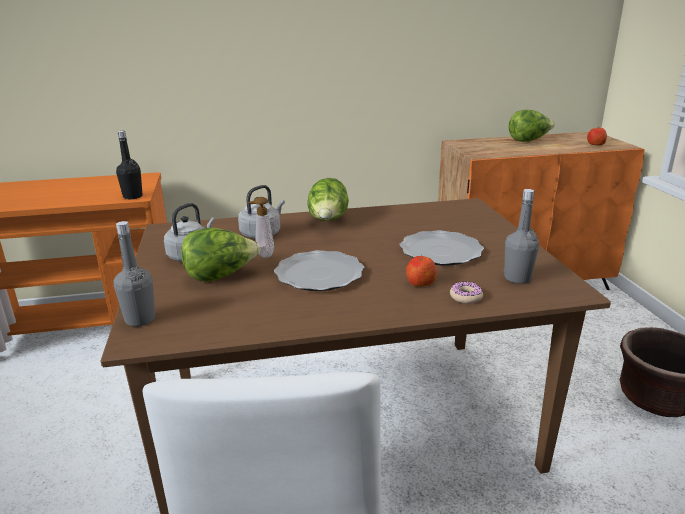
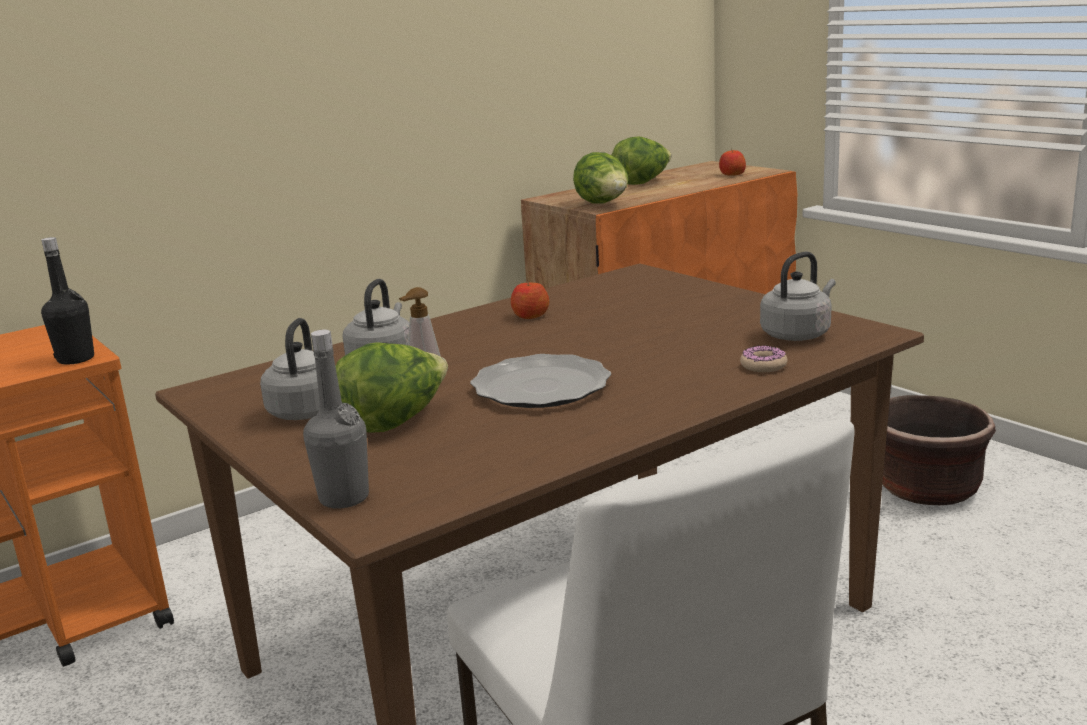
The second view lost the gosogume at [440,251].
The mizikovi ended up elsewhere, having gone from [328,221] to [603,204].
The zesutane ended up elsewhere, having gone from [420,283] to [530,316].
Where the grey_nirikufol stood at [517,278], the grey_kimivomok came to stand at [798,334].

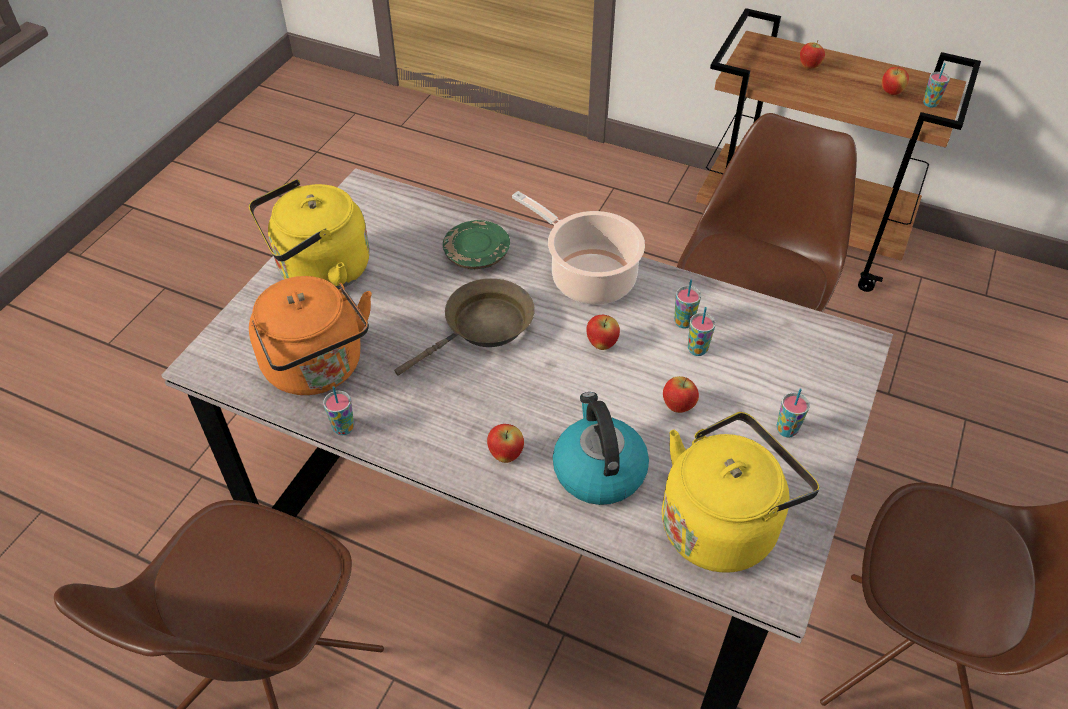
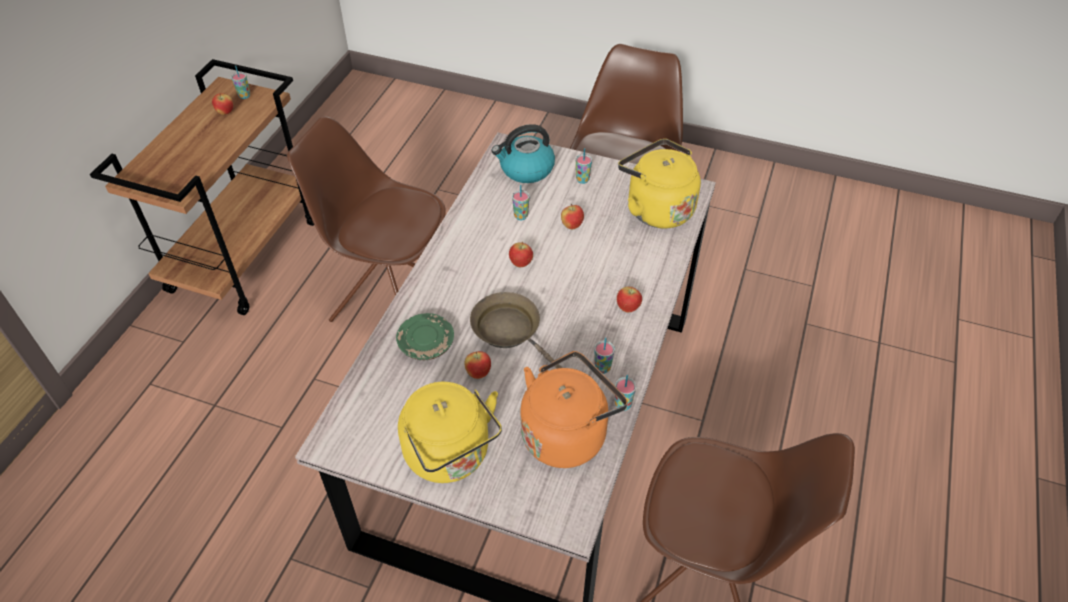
The second view lost the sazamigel at [588,276].
The kimivomok ended up elsewhere, having gone from [598,470] to [526,169].
The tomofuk ended up elsewhere, having gone from [683,322] to [602,368].
The zesutane ended up elsewhere, having gone from [809,67] to [478,373].

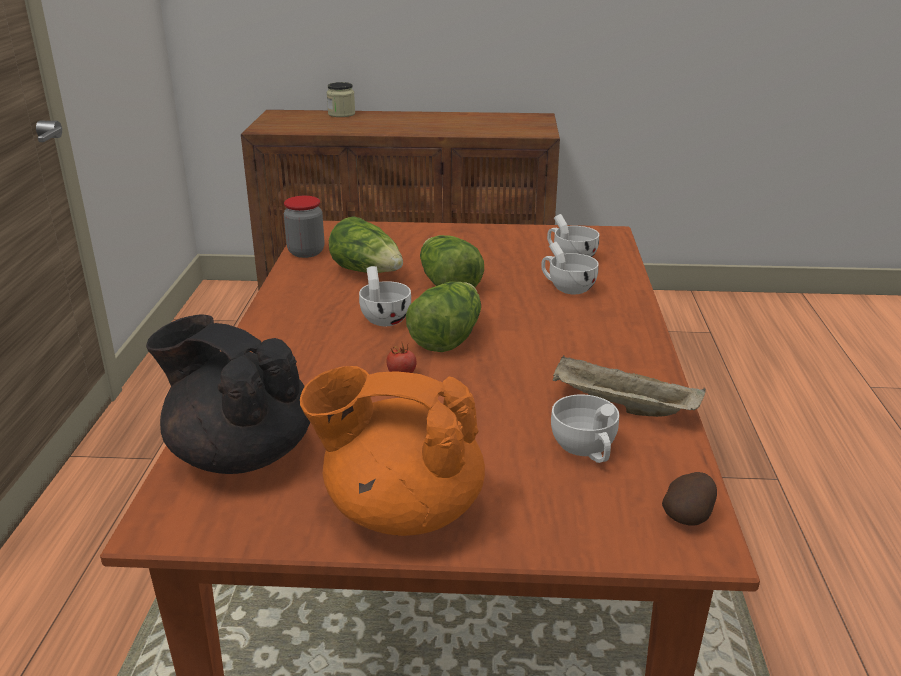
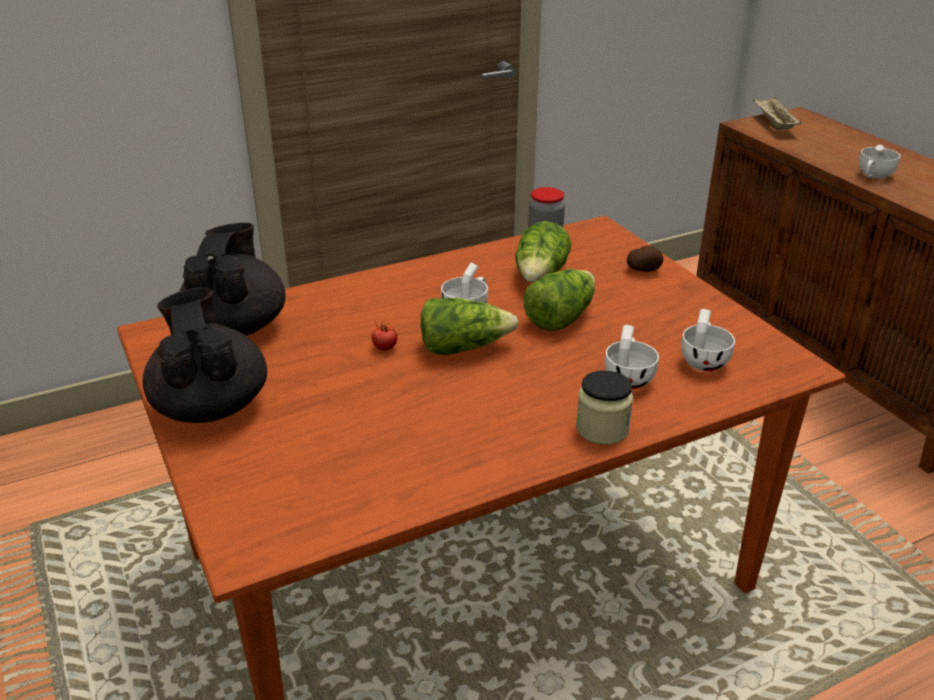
The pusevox ended up elsewhere, having gone from [341,114] to [602,429].
The white_tomofuk ended up elsewhere, having gone from [586,450] to [873,176].
The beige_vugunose ended up elsewhere, having gone from [621,407] to [773,124].
The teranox ended up elsewhere, having gone from [689,515] to [643,270].
What was the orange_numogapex at [401,509] turned into the black_numogapex at [210,405].

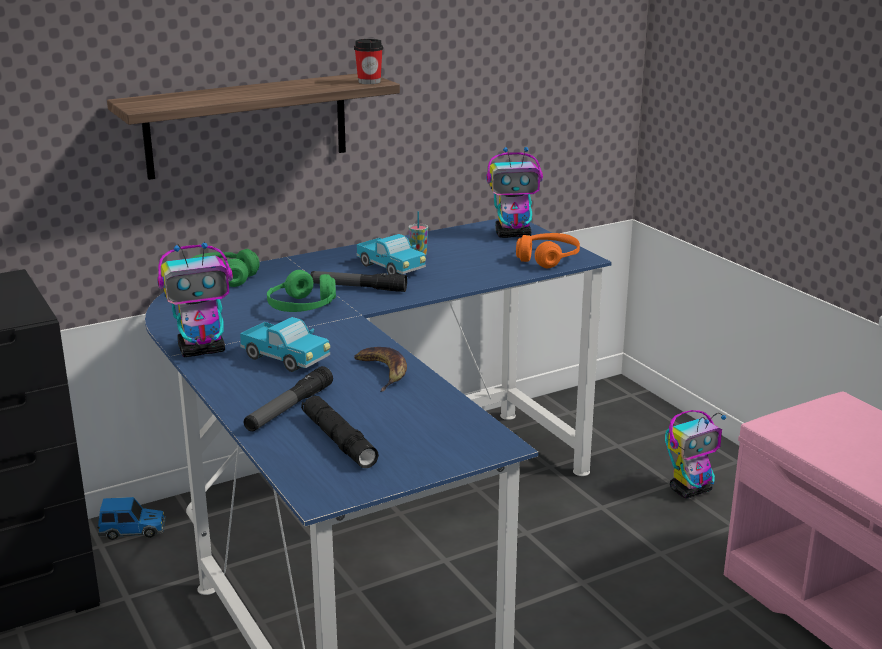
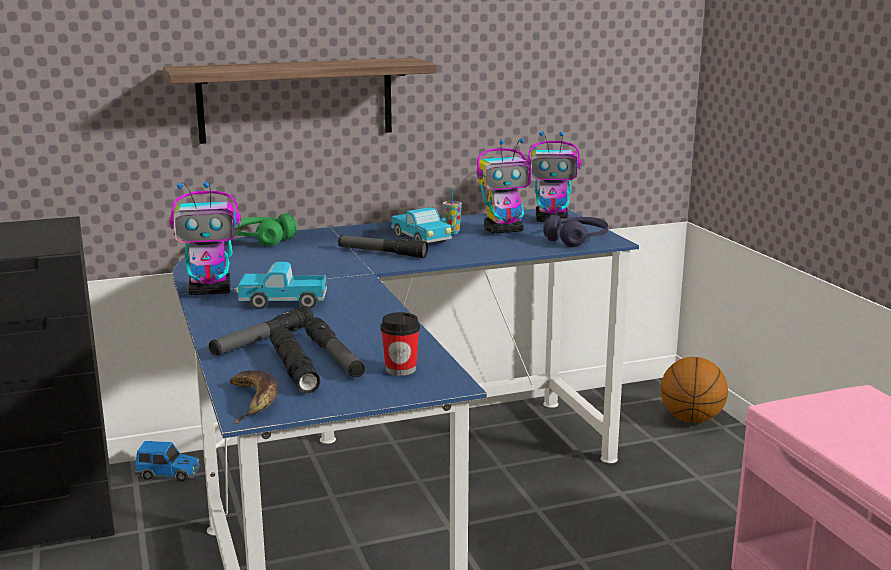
The second view lost the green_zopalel at [302,307].
The second view gained the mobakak at [335,357].
The second view gained the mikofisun at [691,419].
The tomofuk ended up elsewhere, having gone from [369,82] to [400,369].
The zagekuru ended up elsewhere, having gone from [383,372] to [253,401].
The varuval ended up elsewhere, having gone from [691,490] to [504,231].
What was the orange_zopalel at [548,259] turned into the purple_zopalel at [576,240].
The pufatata at [286,359] ended up facing another way, 135 degrees clockwise from before.

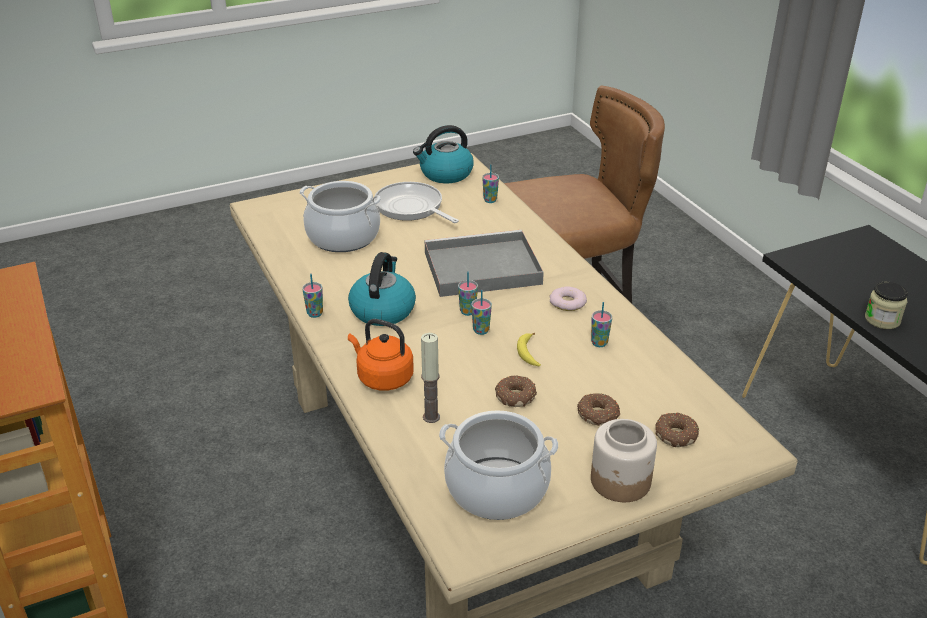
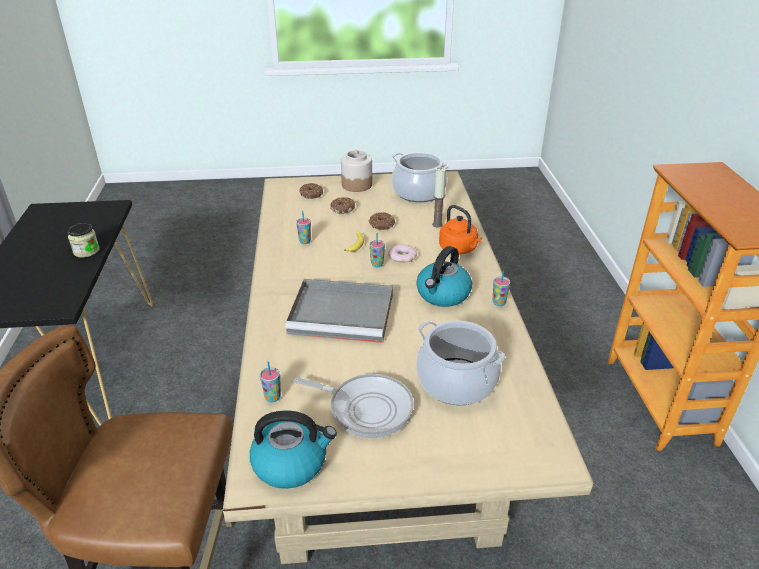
The second view lost the tomofuk at [467,312].
The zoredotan ended up elsewhere, having gone from [567,302] to [402,256].
The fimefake at [411,208] ended up facing another way, 45 degrees counterclockwise from before.

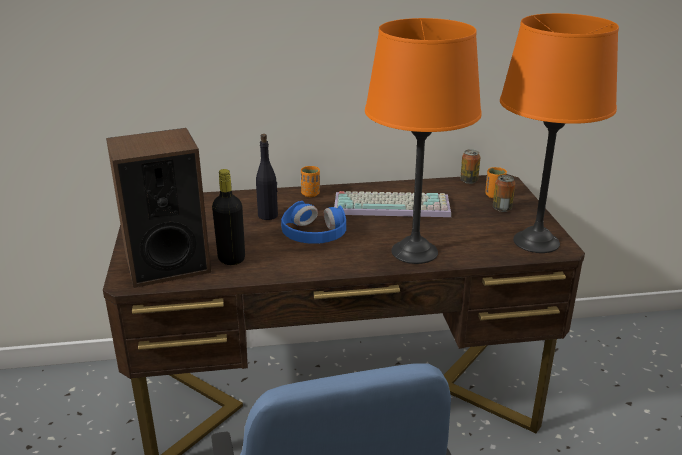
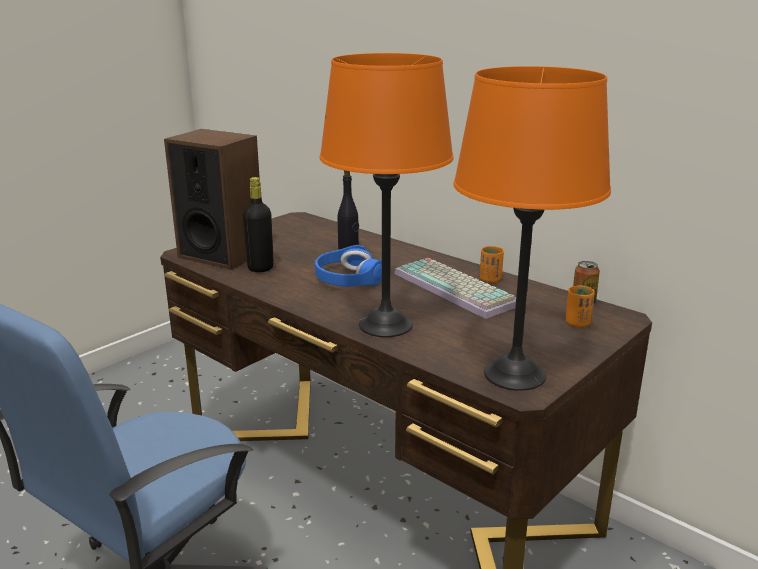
The second view lost the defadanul at [502,208].
The orange_tomofuk ended up elsewhere, having gone from [310,194] to [490,279].

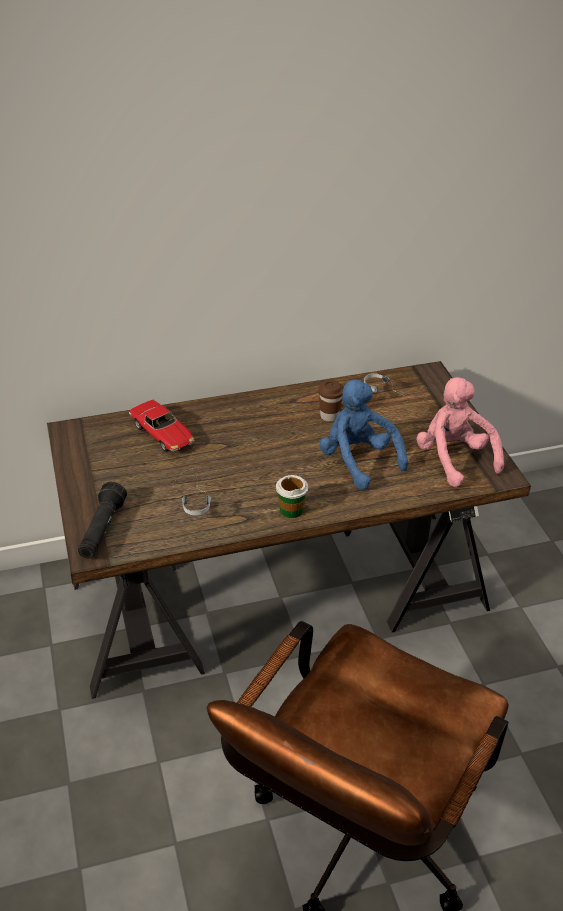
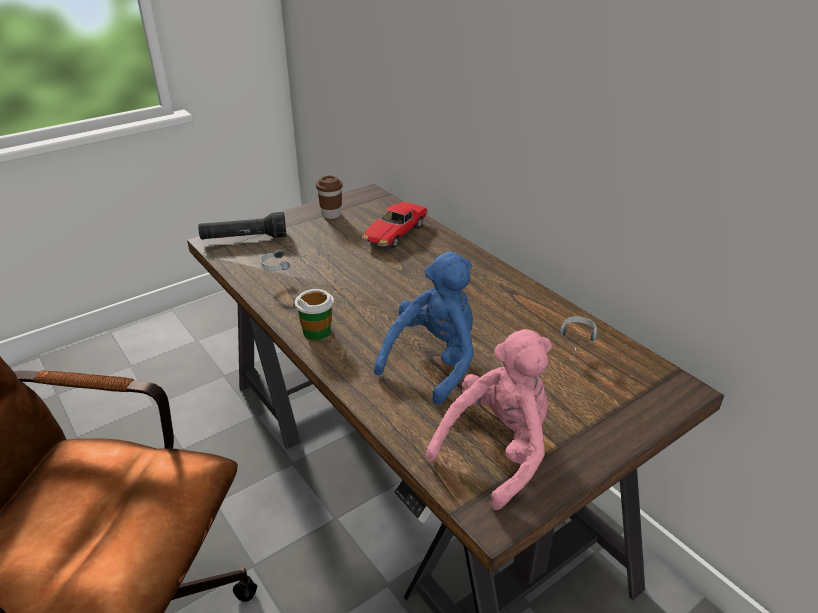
The brown_tomofuk ended up elsewhere, having gone from [329,416] to [331,215].

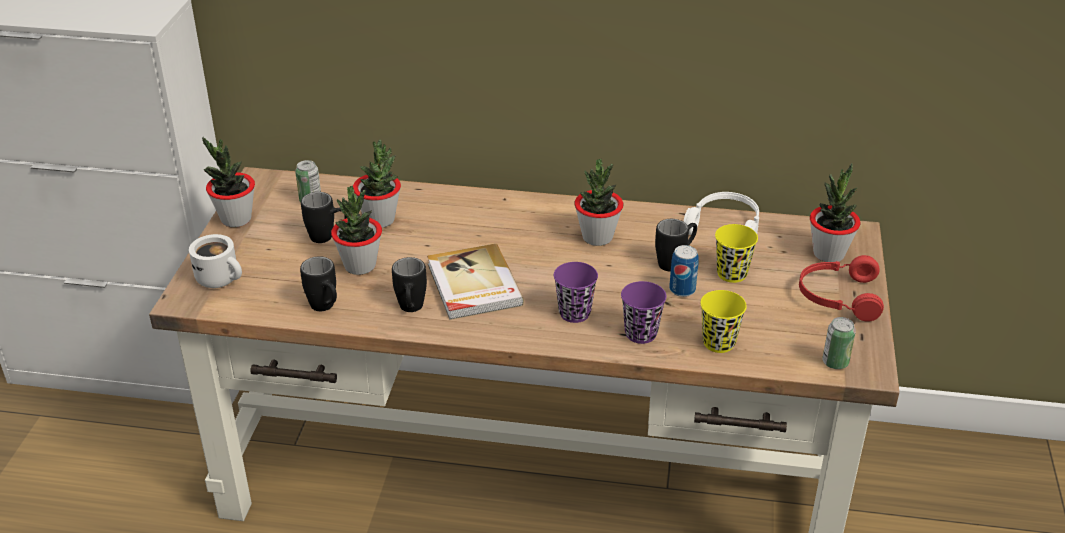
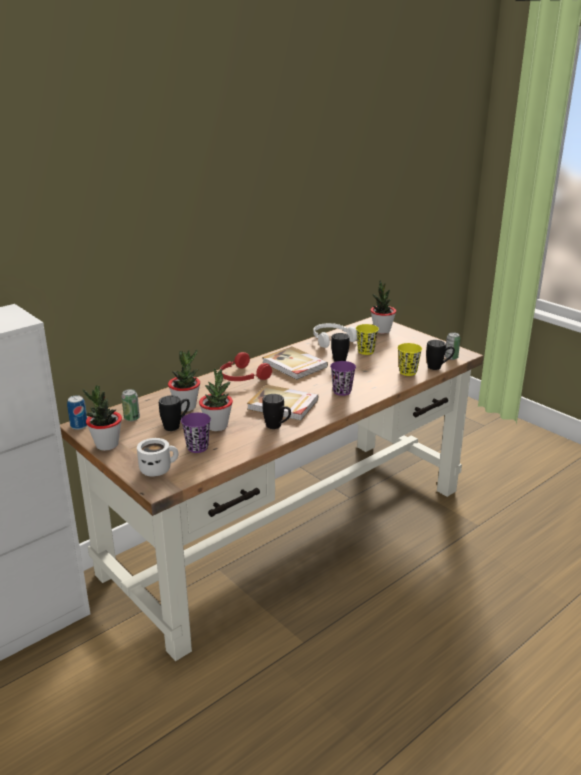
The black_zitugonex ended up elsewhere, having gone from [326,308] to [438,367].
The purple_tomofuk ended up elsewhere, having gone from [641,333] to [197,447].
The defadanul ended up elsewhere, having gone from [682,290] to [79,426].
The red_zopalel ended up elsewhere, having gone from [837,297] to [242,377].
Where the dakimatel stood at [597,237], the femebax came to stand at [294,365].

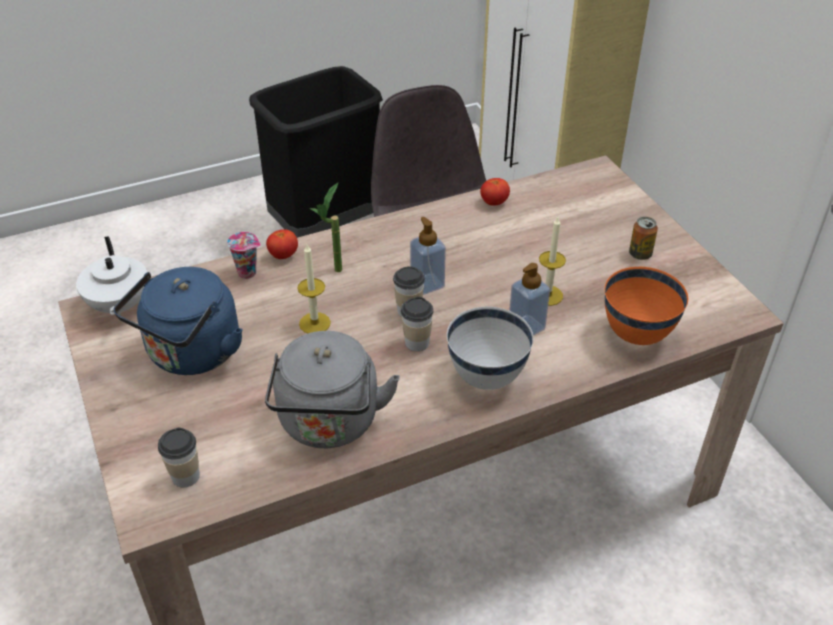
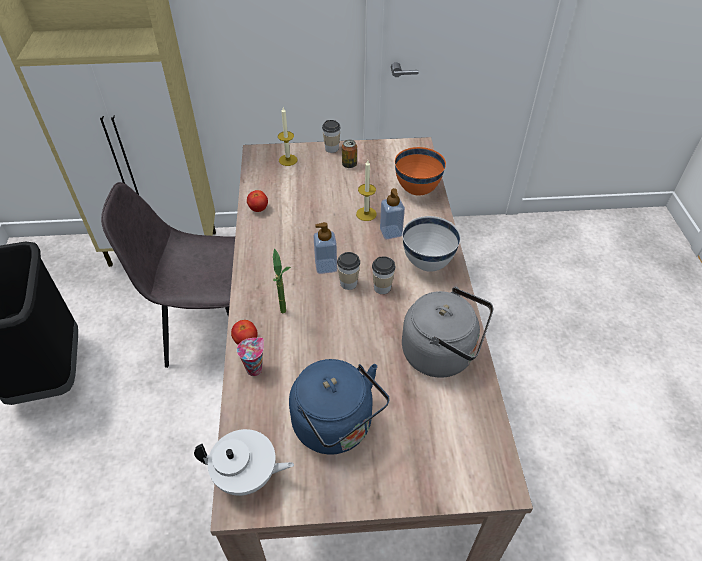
The tomofuk ended up elsewhere, having gone from [185,476] to [331,148].
The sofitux ended up elsewhere, having gone from [314,323] to [288,160].

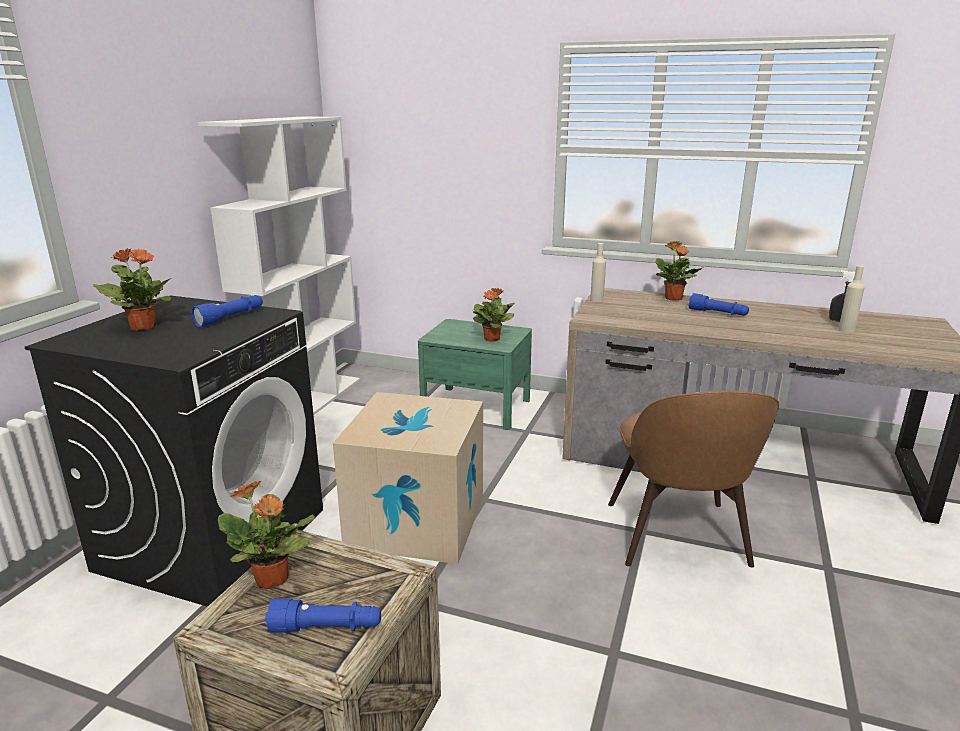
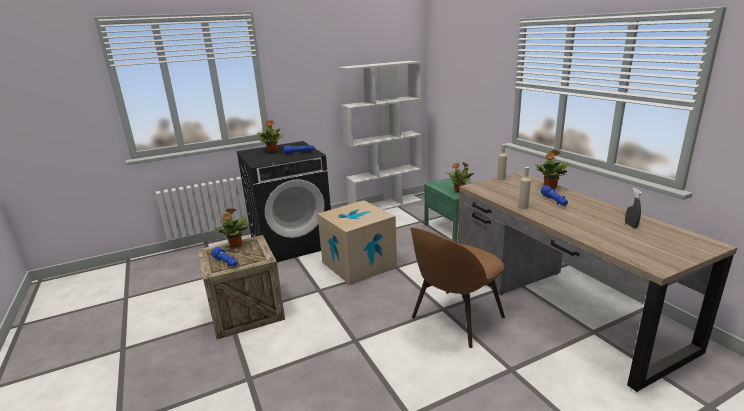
The beige_nirikufol ended up elsewhere, having gone from [846,330] to [523,207].

